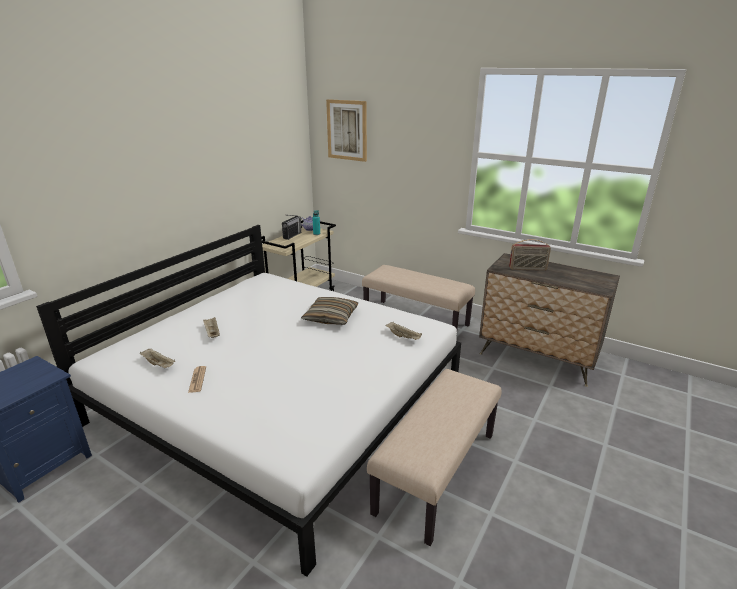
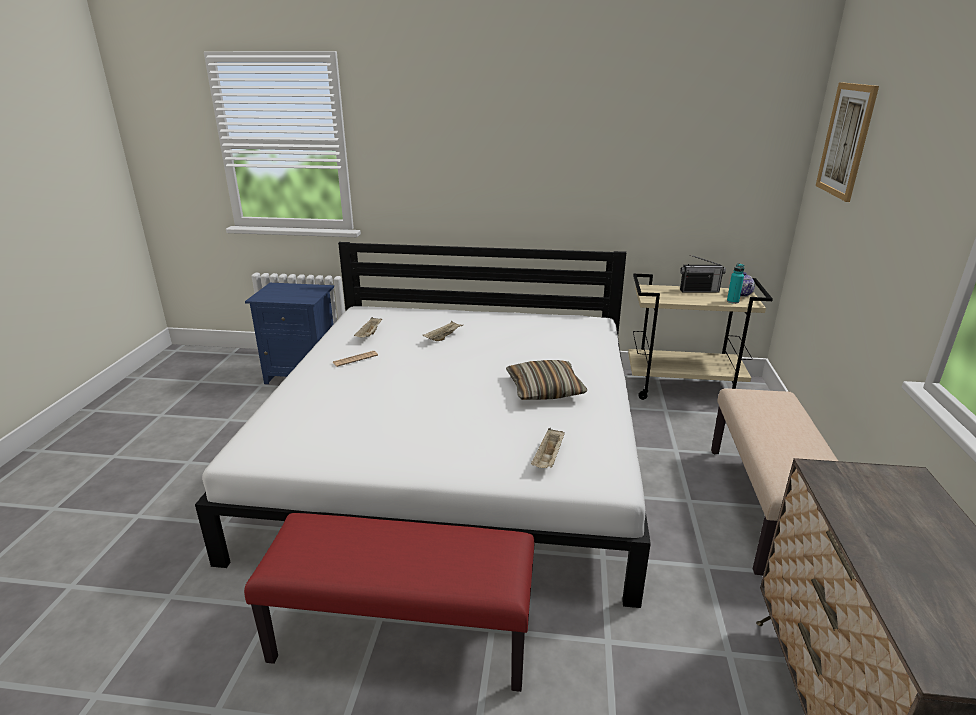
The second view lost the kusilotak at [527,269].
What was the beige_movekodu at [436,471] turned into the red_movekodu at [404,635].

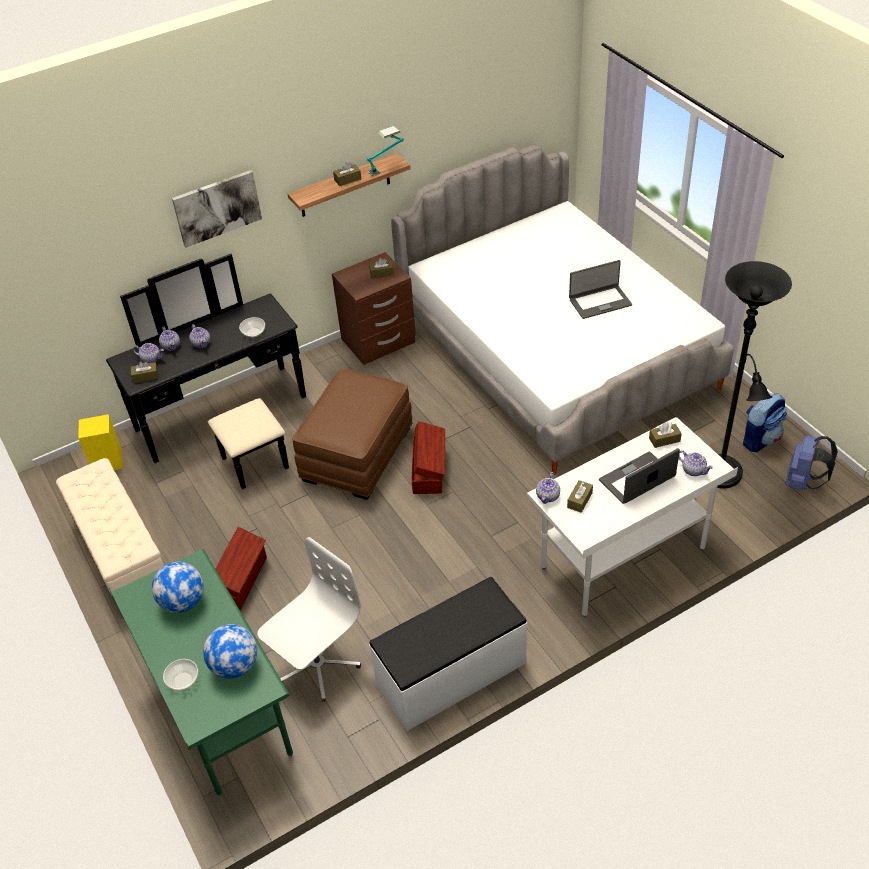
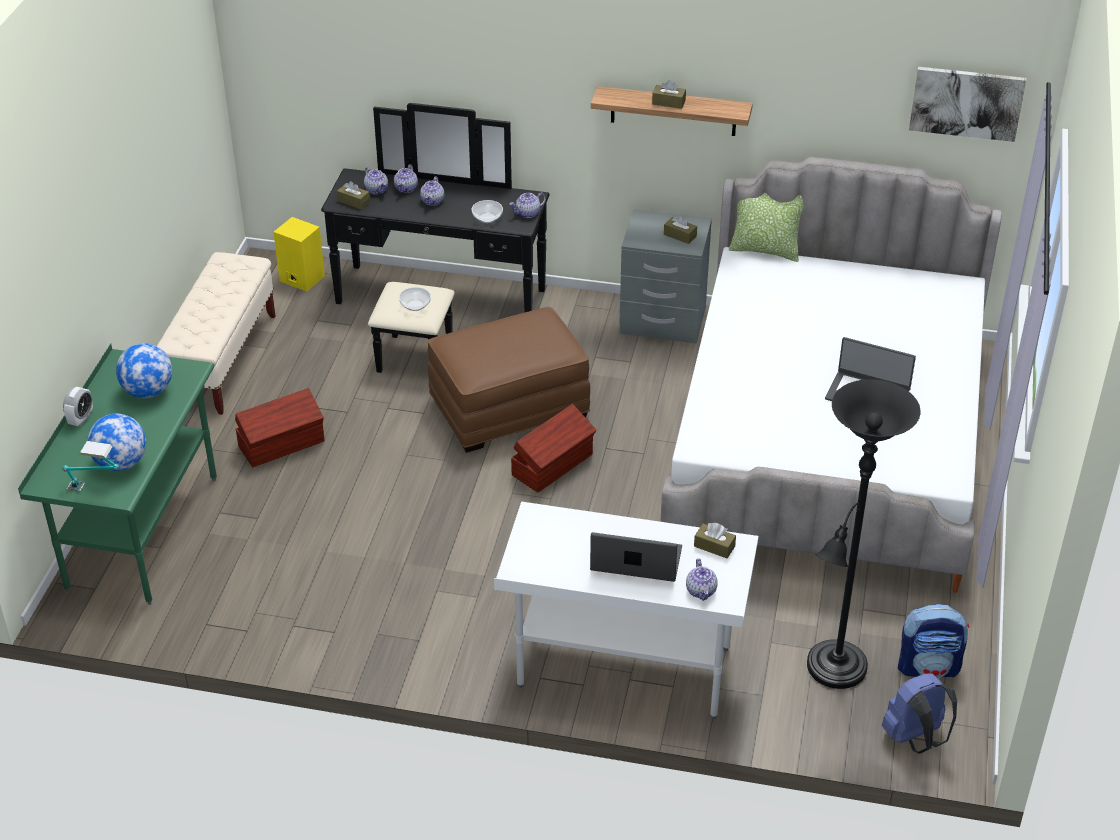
The second view lost the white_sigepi at [317,664].
The second view lost the white_movekodu at [452,674].
The second view lost the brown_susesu at [579,500].
The second view gained the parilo at [81,419].
The second view gained the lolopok at [765,250].
The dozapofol ended up elsewhere, having gone from [182,680] to [415,305].
The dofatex ended up elsewhere, having gone from [217,207] to [966,102].
The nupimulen ended up elsewhere, having gone from [386,168] to [96,490].
The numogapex ended up elsewhere, having gone from [548,496] to [527,213].
What was the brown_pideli at [379,341] turned into the grey_pideli at [662,321].

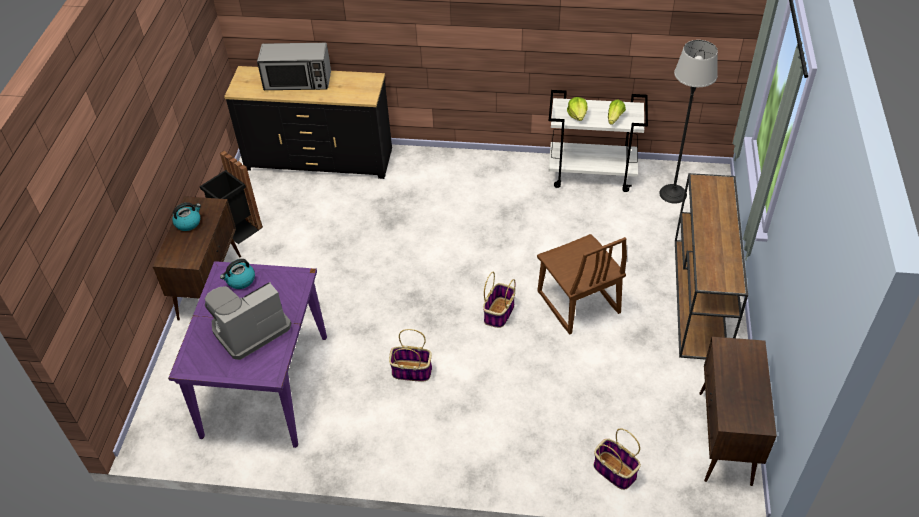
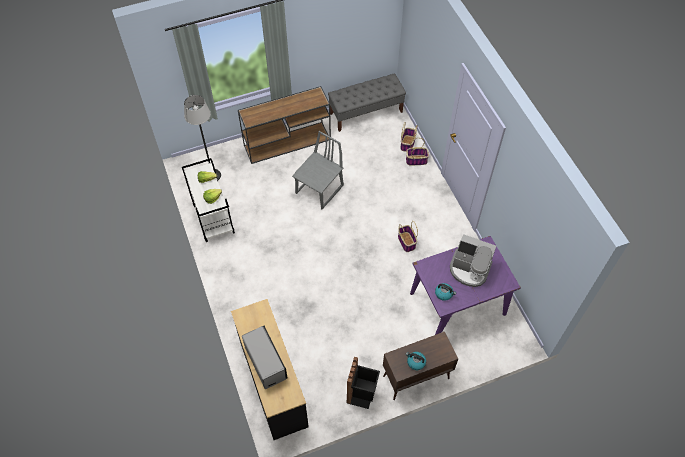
The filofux ended up elsewhere, having gone from [499,313] to [416,160].
Where the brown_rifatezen stood at [725,439], the grey_movekodu came to stand at [366,112].
What was the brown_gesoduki at [577,303] turned into the grey_gesoduki at [320,190].

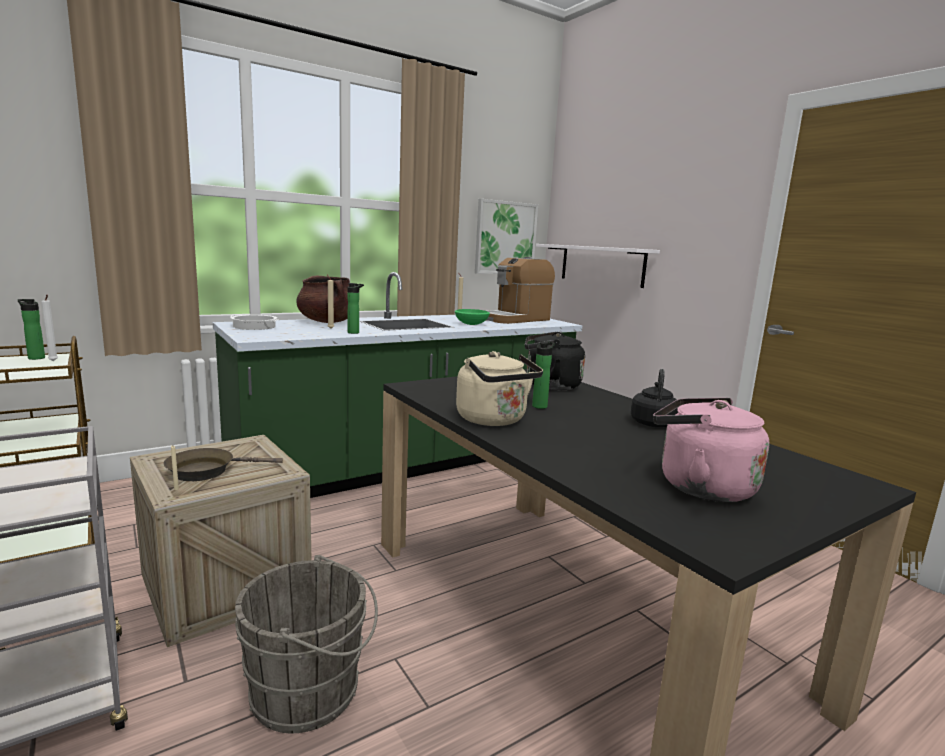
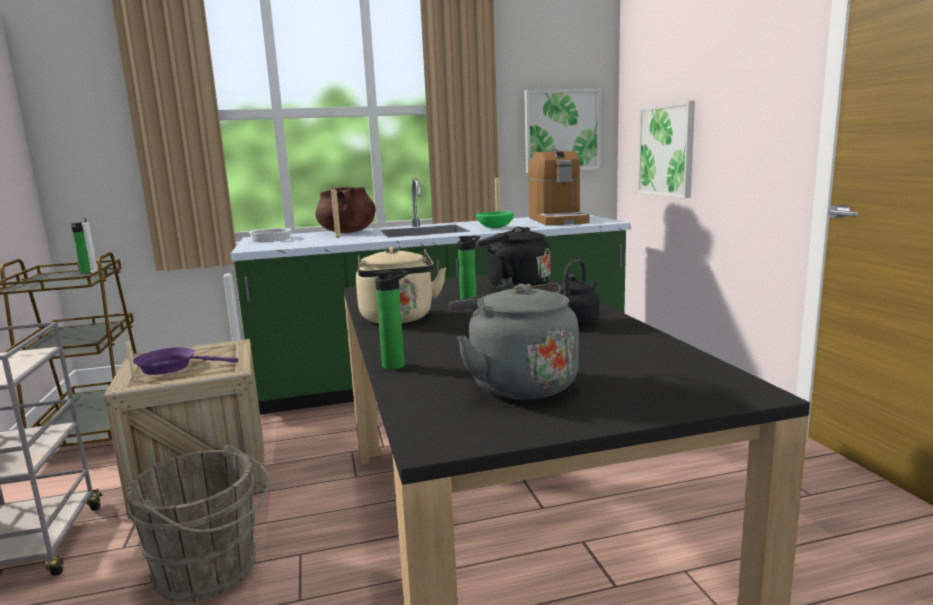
The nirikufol ended up elsewhere, having gone from [355,332] to [397,365].
Where the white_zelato hung at [601,265], the dofatex came to hang at [666,150].
What was the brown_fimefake at [207,471] turned into the purple_fimefake at [172,367].
What was the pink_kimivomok at [699,486] turned into the grey_kimivomok at [517,384].
The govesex at [515,319] ended up facing another way, 75 degrees counterclockwise from before.

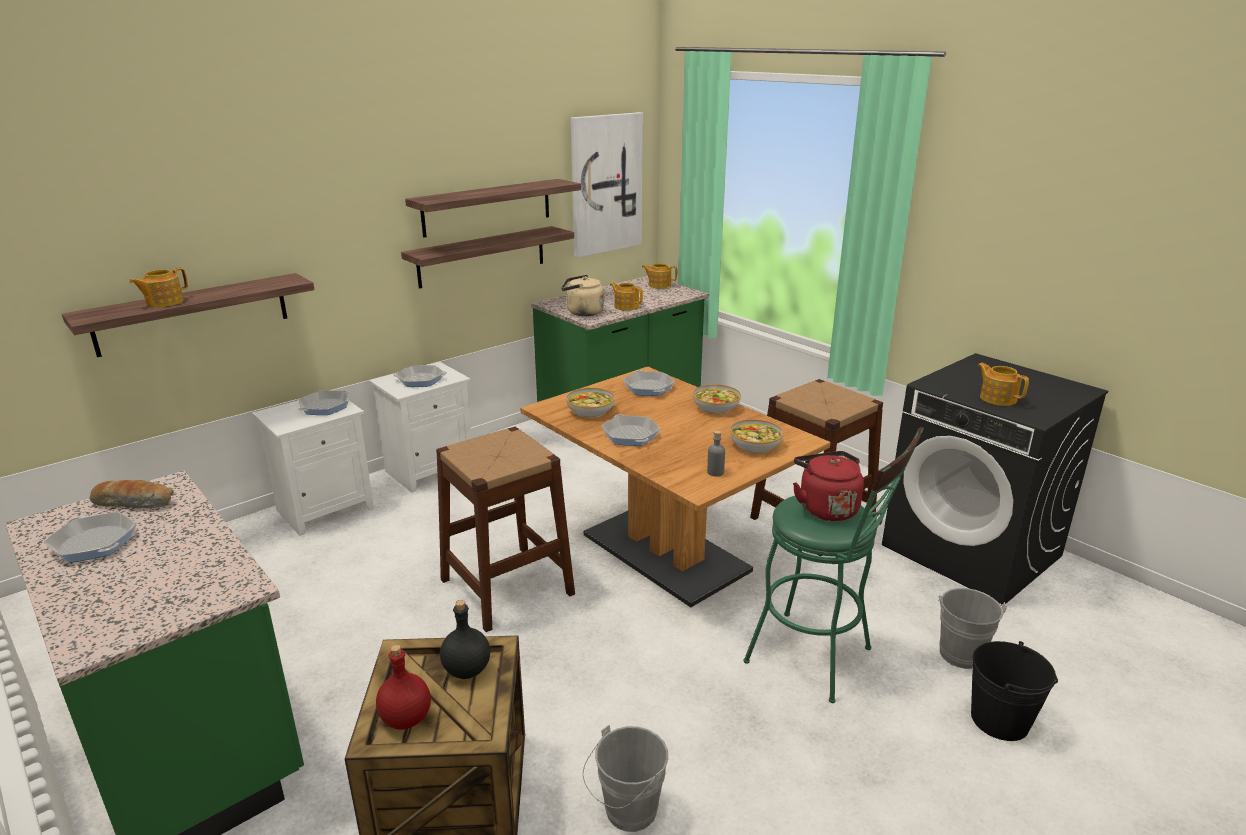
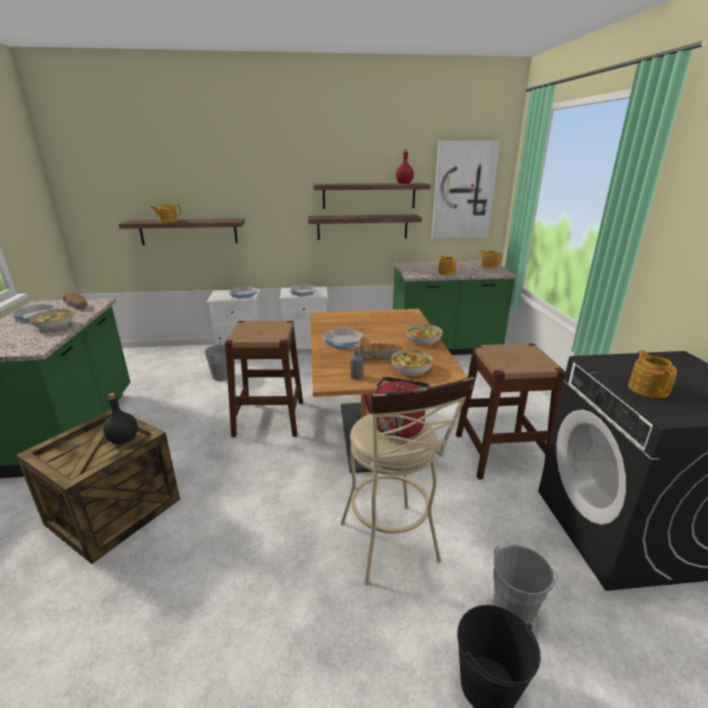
The second view lost the beige_kimivomok at [582,312].
The second view lost the fimefake at [648,387].
The second view gained the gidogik at [376,357].
The red_nirikufol ended up elsewhere, having gone from [406,718] to [404,183].
The dozapofol ended up elsewhere, having gone from [590,411] to [54,326].
The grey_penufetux ended up elsewhere, having gone from [626,813] to [219,376].
What was the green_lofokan at [818,659] turned into the beige_lofokan at [392,548].

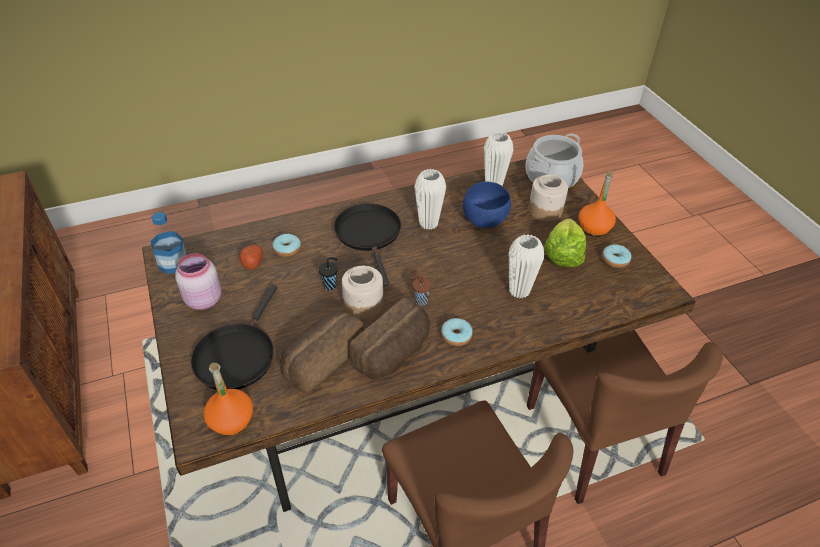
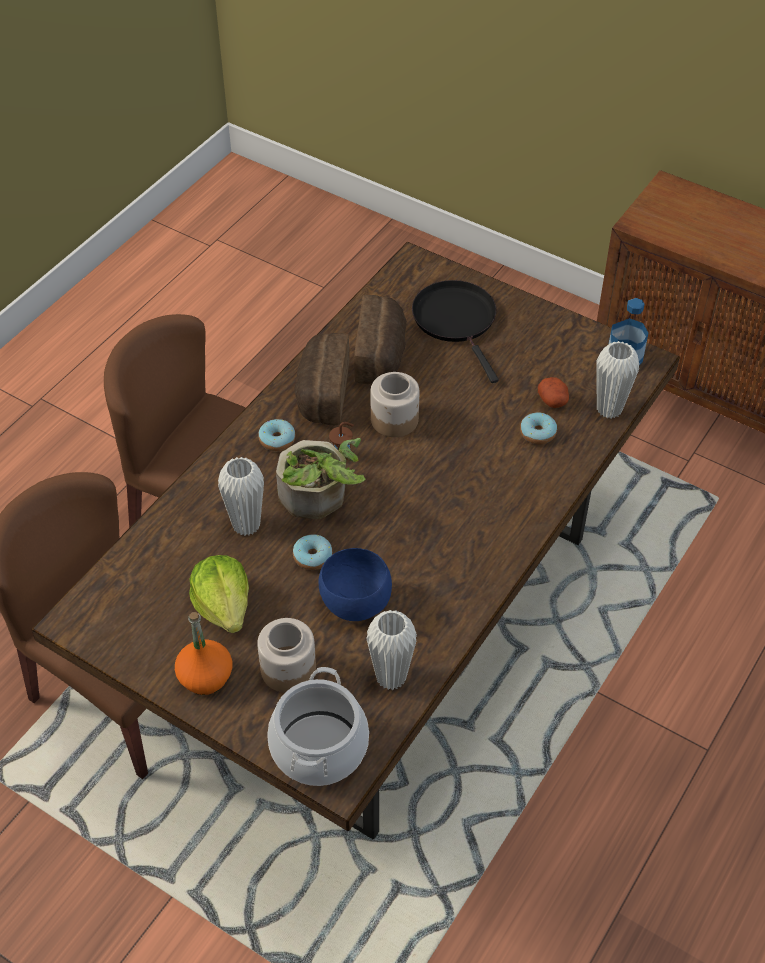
The second view lost the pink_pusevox at [203,299].
The second view lost the orange_nirikufol at [231,420].
The second view lost the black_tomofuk at [330,285].
The second view lost the black_fimefake at [369,234].
The second view gained the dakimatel at [319,499].
The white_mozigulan ended up elsewhere, having gone from [428,223] to [609,409].
The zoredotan ended up elsewhere, having gone from [615,260] to [313,557].

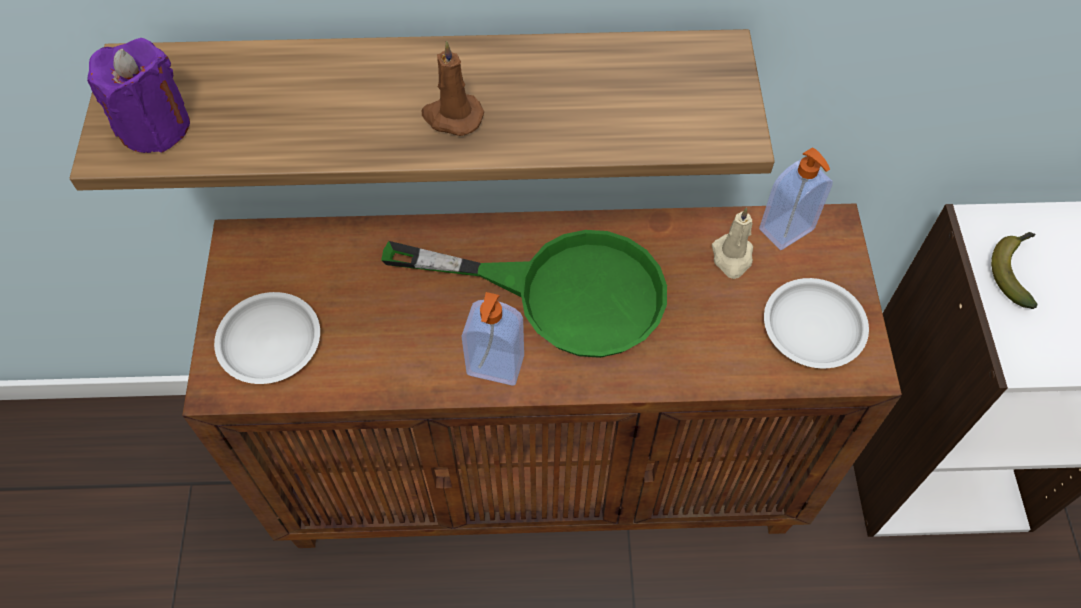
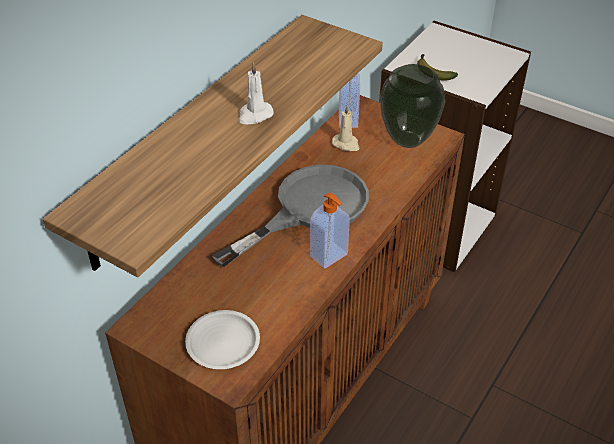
The second view lost the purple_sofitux at [155,126].
Where the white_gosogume stood at [814,326], the mozigulan came to stand at [408,139].
What was the green_fimefake at [563,292] turned into the grey_fimefake at [309,209].
What was the brown_sofitux at [452,116] turned into the white_sofitux at [254,115].

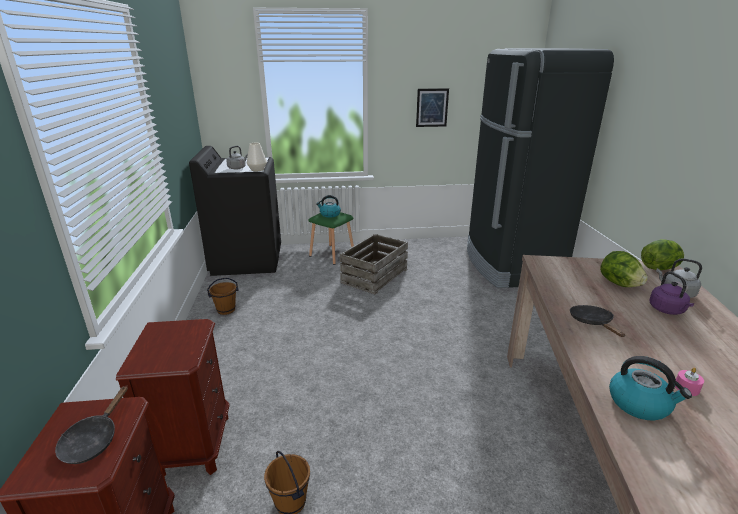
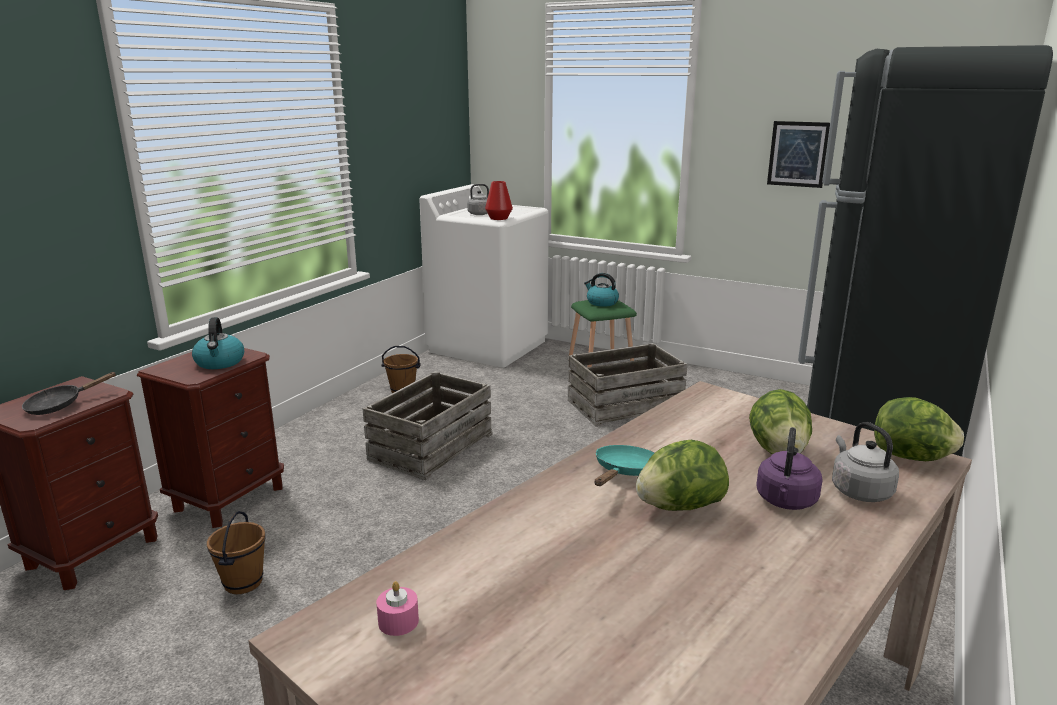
The second view gained the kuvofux at [430,446].
The second view gained the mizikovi at [679,507].
The kimivomok ended up elsewhere, having gone from [639,404] to [220,362].
The pink_sofitux ended up elsewhere, having gone from [686,388] to [398,621].
What was the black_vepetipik at [247,260] turned into the white_vepetipik at [488,346].
What was the white_mozigulan at [257,169] turned into the red_mozigulan at [499,218].
What was the black_fimefake at [592,322] turned into the turquoise_fimefake at [625,472].

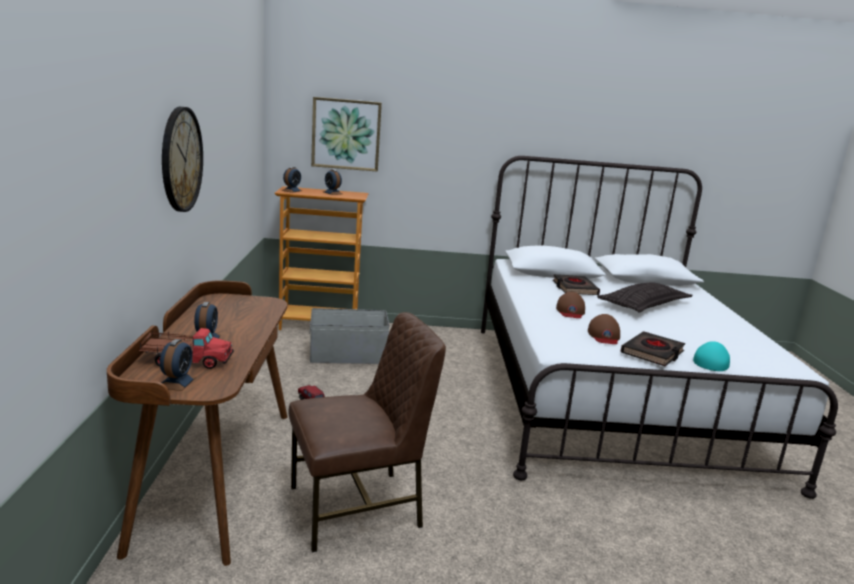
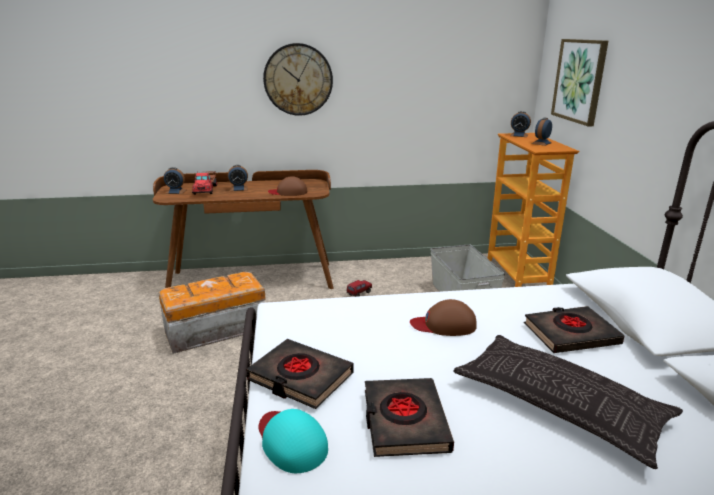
The second view gained the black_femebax at [404,421].
The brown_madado ended up elsewhere, having gone from [604,335] to [288,192].
Where the brown_gesoduki stood at [358,508], the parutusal came to stand at [214,330].
The turquoise_madado at [711,361] ended up facing another way, 150 degrees counterclockwise from before.

